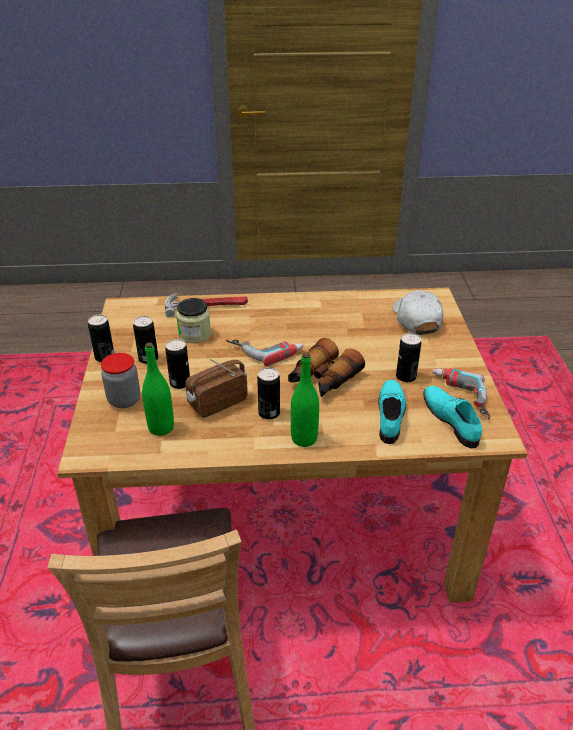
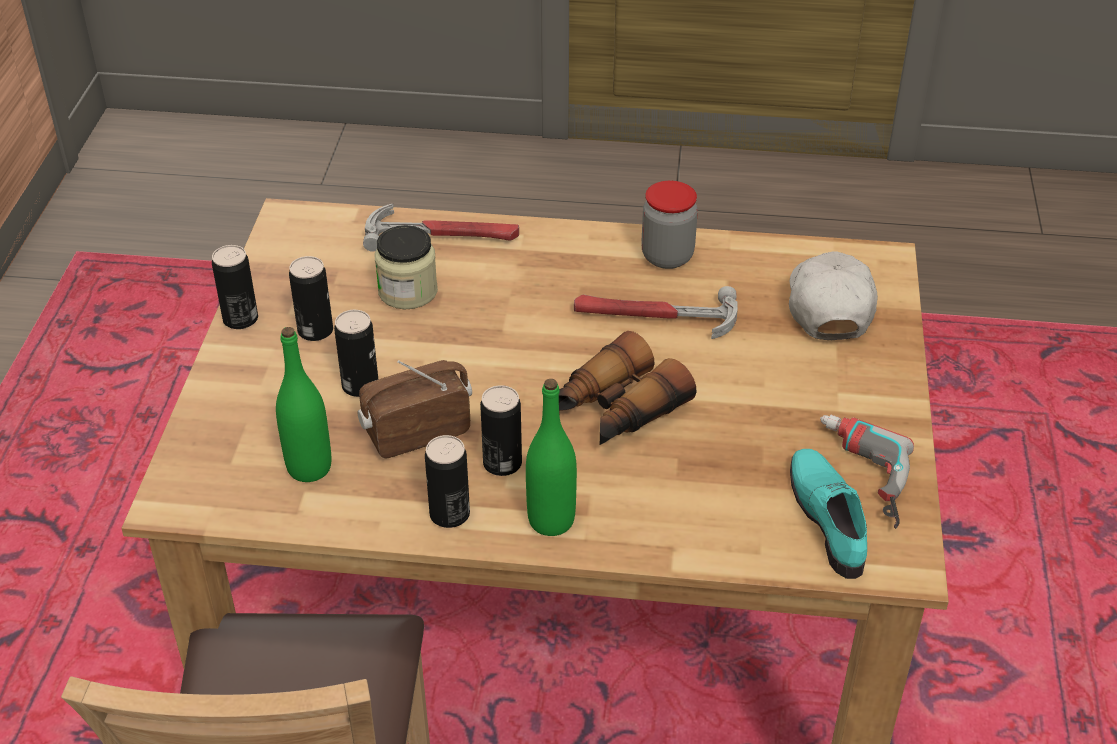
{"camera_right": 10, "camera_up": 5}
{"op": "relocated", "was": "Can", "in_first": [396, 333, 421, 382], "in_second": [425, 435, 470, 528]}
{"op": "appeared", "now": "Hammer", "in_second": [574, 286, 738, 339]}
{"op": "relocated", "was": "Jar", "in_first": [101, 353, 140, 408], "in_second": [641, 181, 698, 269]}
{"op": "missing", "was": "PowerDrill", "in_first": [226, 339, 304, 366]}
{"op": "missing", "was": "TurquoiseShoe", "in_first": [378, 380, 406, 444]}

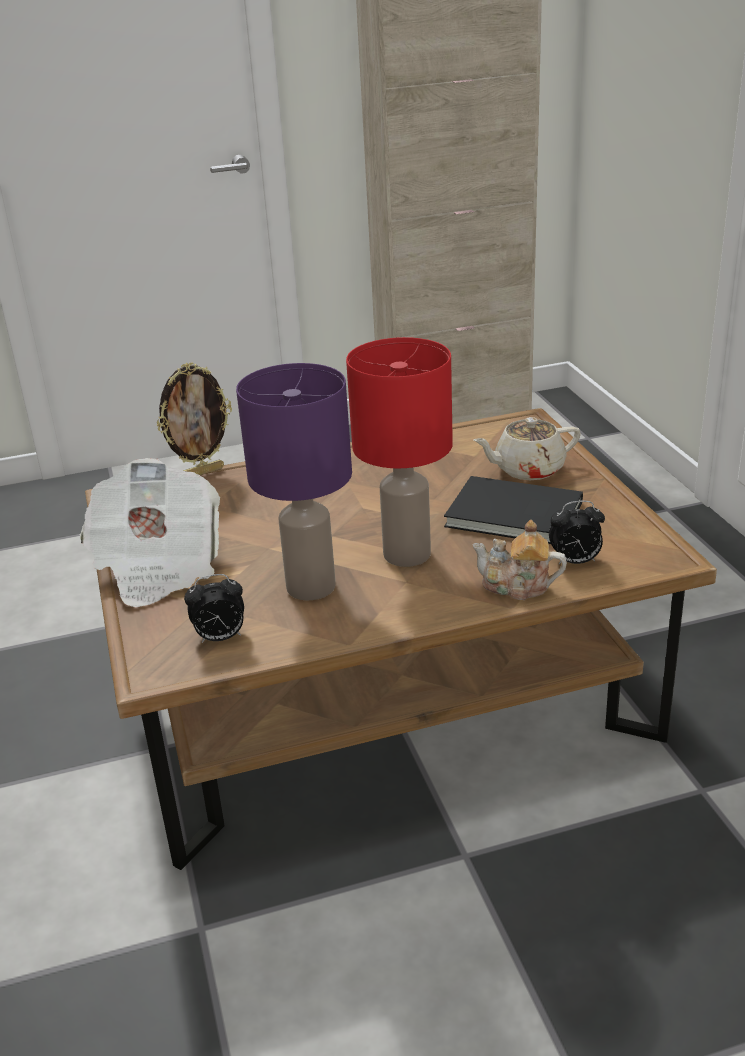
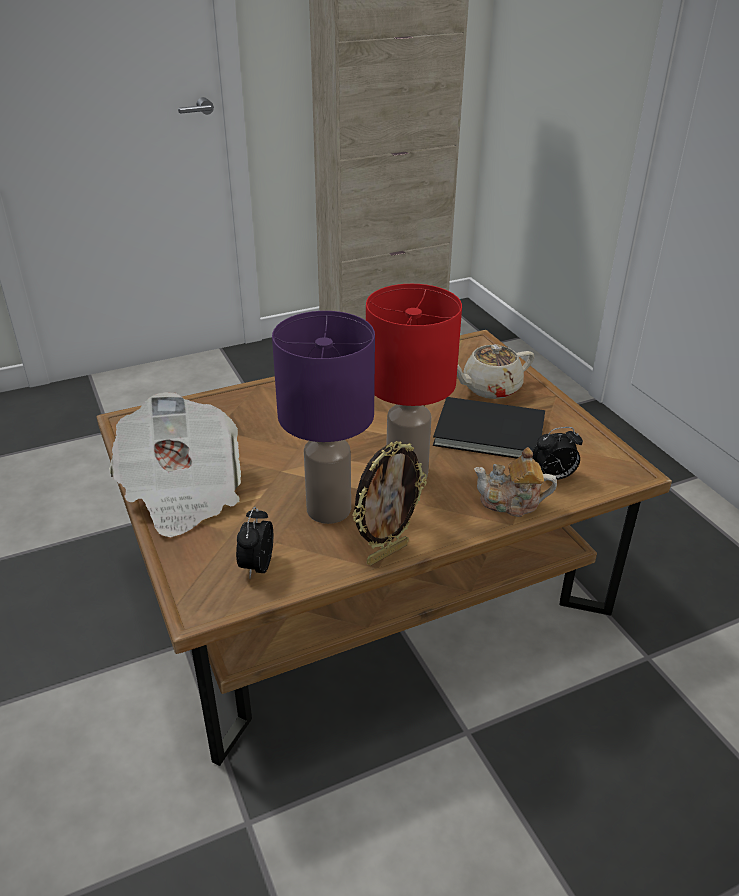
{"camera_right": -10, "camera_up": 5}
{"op": "spun", "was": "AlarmClock", "in_first": [184, 574, 244, 643], "in_second": [236, 507, 273, 578], "clockwise": 120}
{"op": "relocated", "was": "PictureFrame", "in_first": [157, 362, 232, 475], "in_second": [352, 441, 427, 565]}

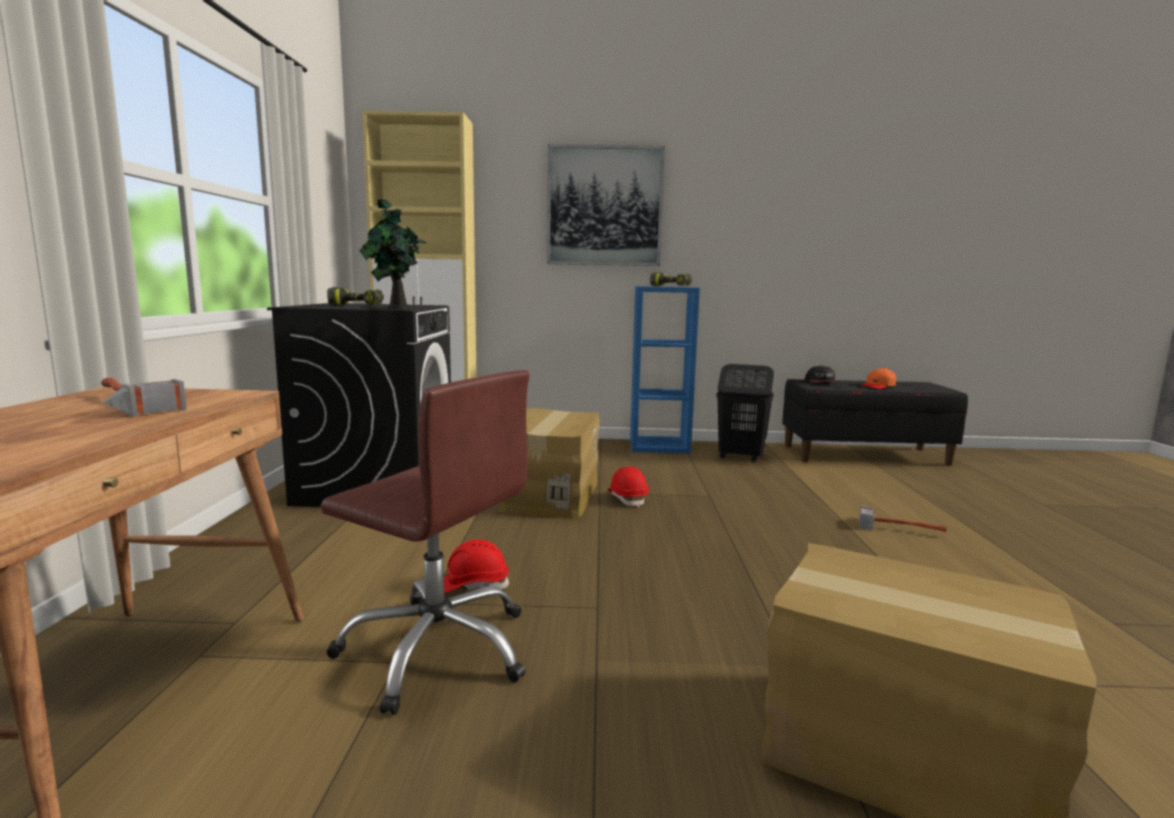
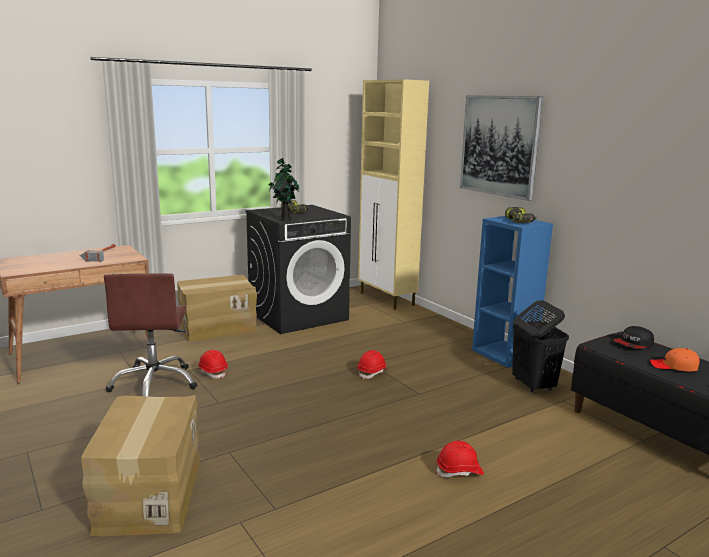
{"camera_right": 55, "camera_up": 5}
{"op": "relocated", "was": "CardboardBox", "in_first": [498, 408, 600, 519], "in_second": [177, 275, 257, 342]}
{"op": "exchanged", "was": "Hammer", "now": "RedHardHat", "in_first": [859, 506, 947, 532], "in_second": [436, 441, 484, 477]}

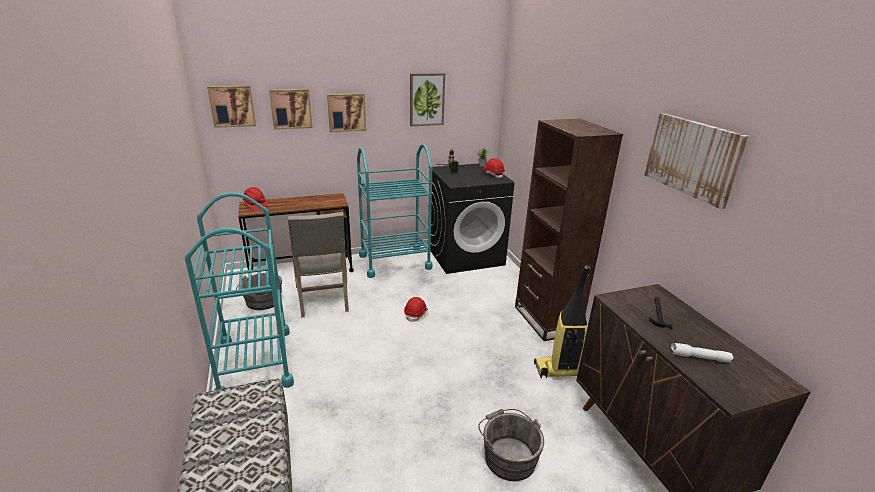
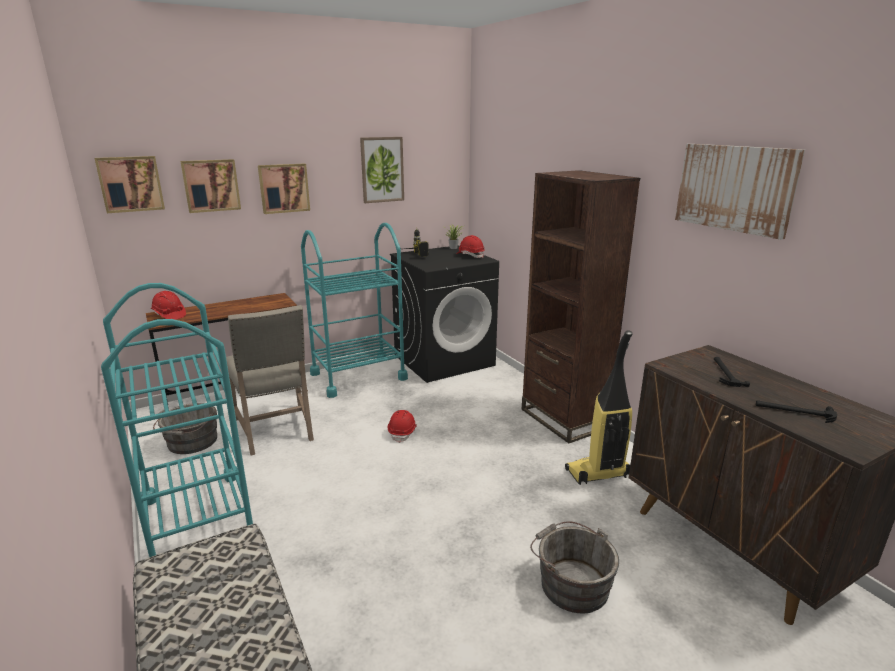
{"camera_right": -10, "camera_up": -5}
{"op": "exchanged", "was": "WhiteFlashlight", "now": "Hammer", "in_first": [671, 343, 733, 363], "in_second": [756, 400, 837, 423]}

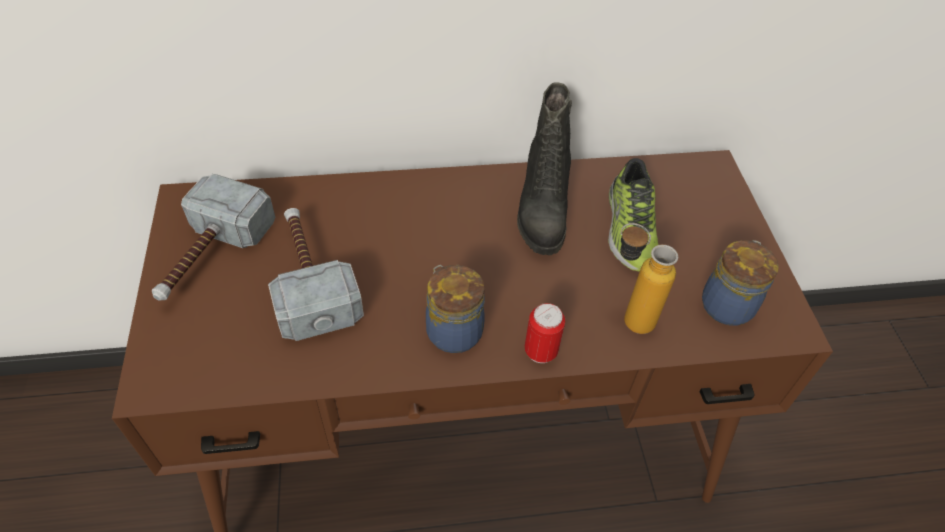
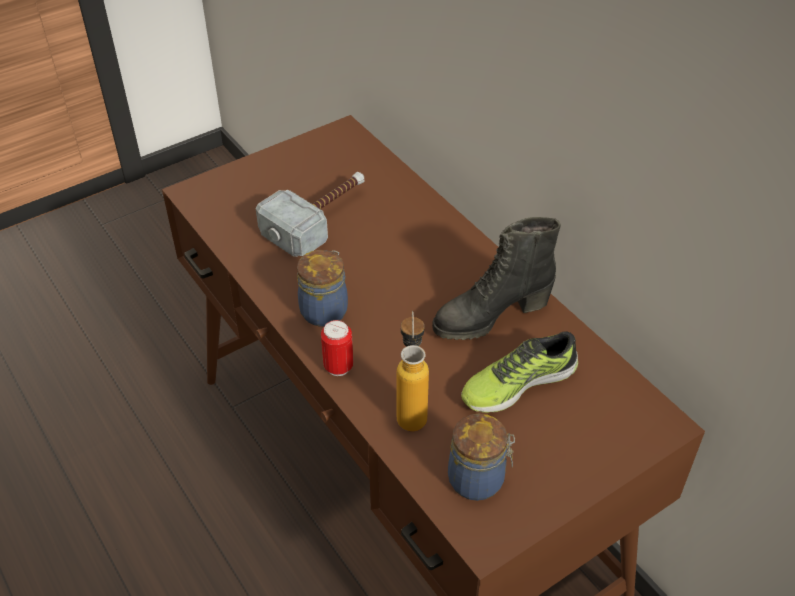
{"camera_right": 65, "camera_up": -5}
{"op": "missing", "was": "Hammer", "in_first": [152, 174, 275, 300]}

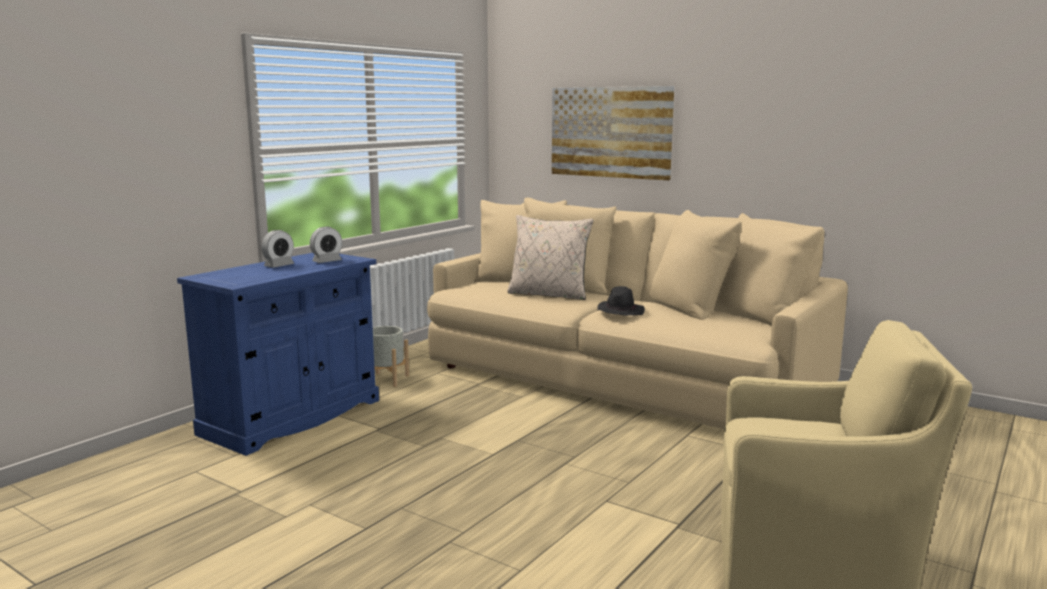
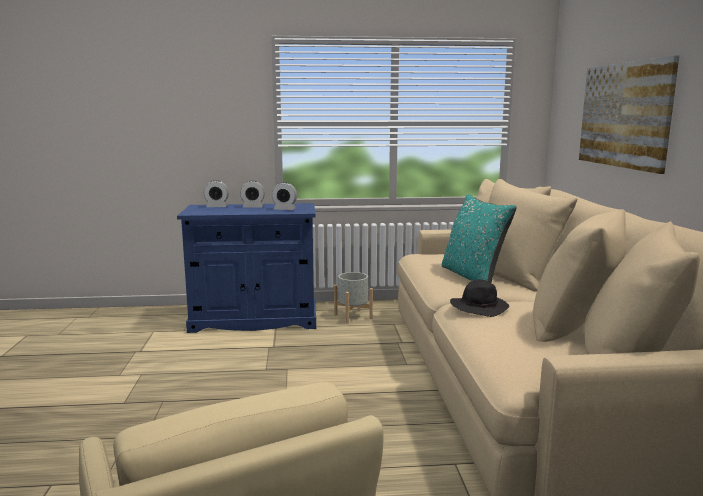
{"camera_right": 50, "camera_up": 0}
{"op": "appeared", "now": "AlarmClock", "in_second": [204, 180, 229, 207]}
{"op": "colour", "was": "BeigePillow", "now": "TurquoisePillow", "in_first": [508, 215, 594, 300], "in_second": [442, 194, 517, 283]}

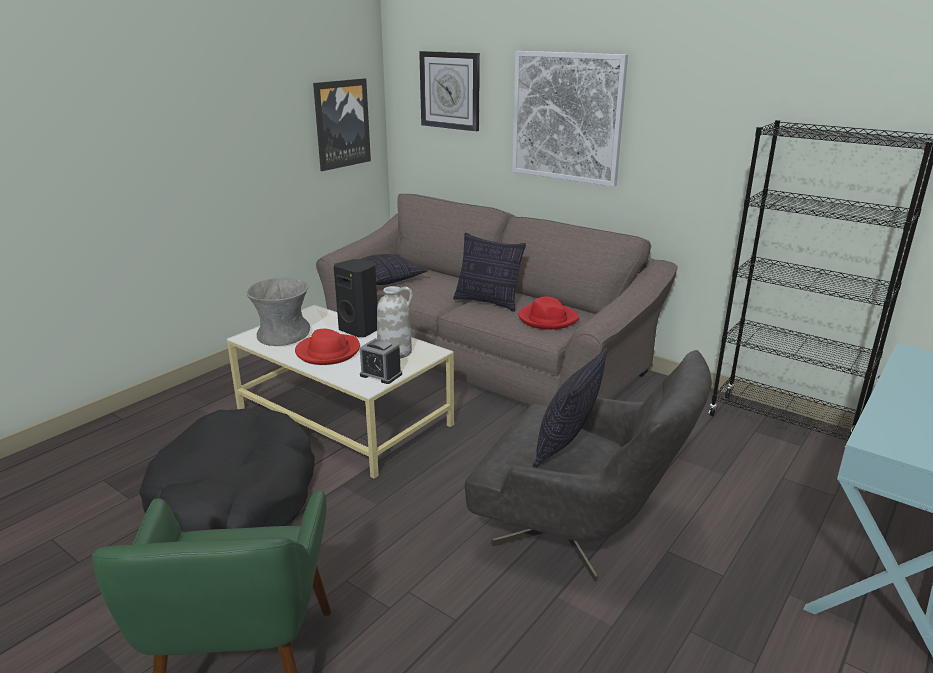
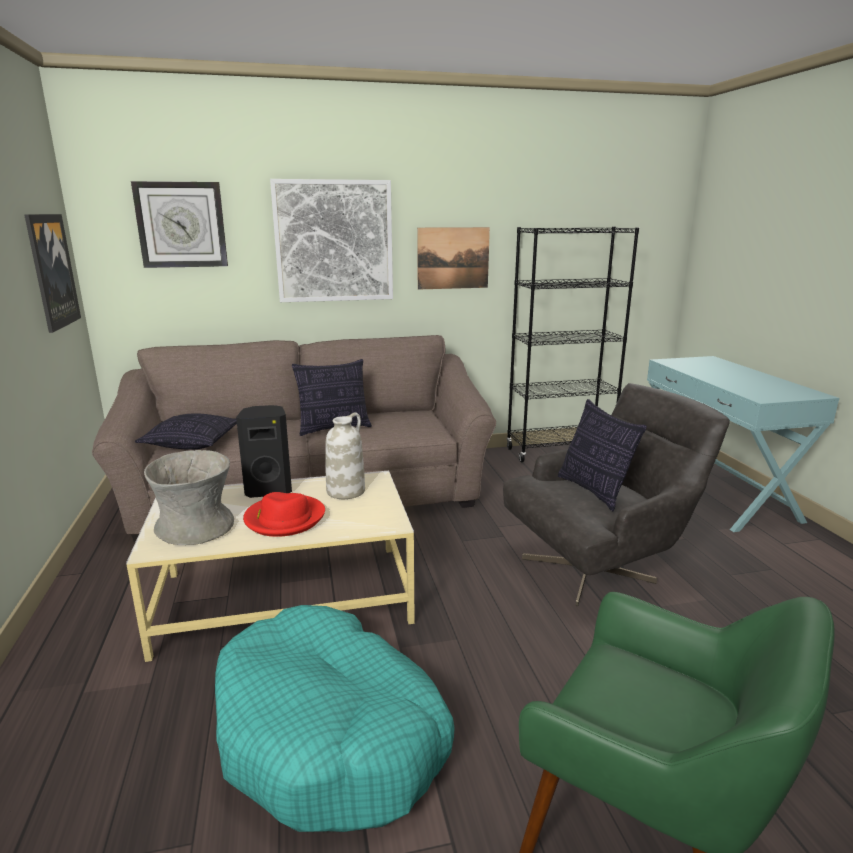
{"camera_right": -50, "camera_up": -5}
{"op": "colour", "was": "BlackDogBed", "now": "TurquoiseDogBed", "in_first": [139, 409, 315, 532], "in_second": [215, 605, 455, 832]}
{"op": "appeared", "now": "Picture", "in_second": [417, 227, 490, 290]}
{"op": "missing", "was": "AlarmClock", "in_first": [360, 338, 402, 384]}
{"op": "missing", "was": "RedHat", "in_first": [518, 297, 579, 330]}

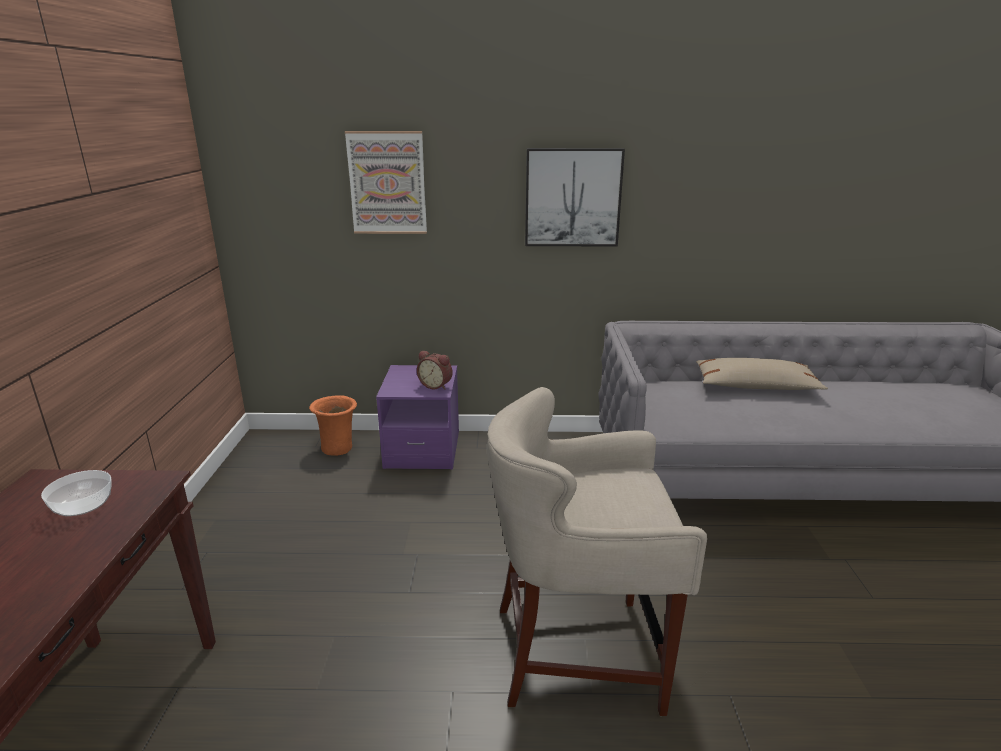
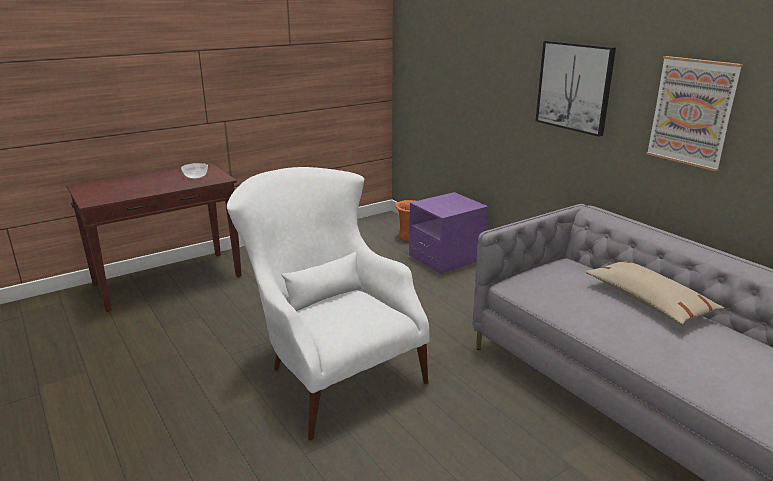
{"camera_right": 55, "camera_up": 0}
{"op": "exchanged", "was": "BeigeStool", "now": "WhiteArmchair", "in_first": [487, 387, 707, 716], "in_second": [227, 167, 430, 440]}
{"op": "relocated", "was": "Picture", "in_first": [345, 131, 427, 234], "in_second": [646, 56, 743, 171]}
{"op": "missing", "was": "AlarmClock", "in_first": [417, 350, 453, 390]}

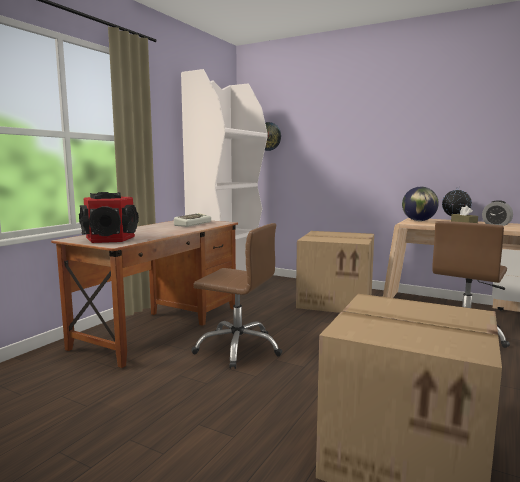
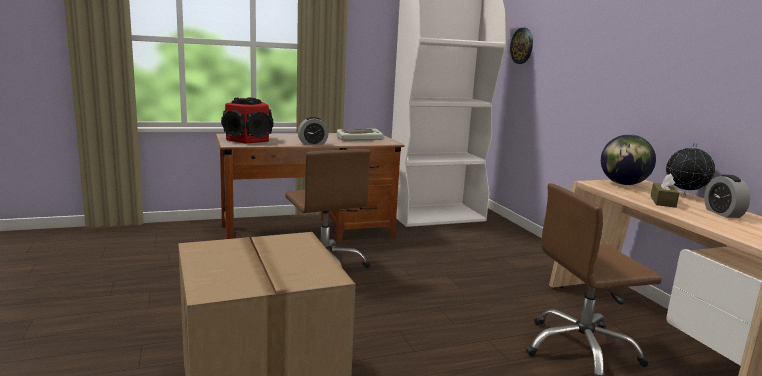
{"camera_right": 40, "camera_up": 5}
{"op": "appeared", "now": "AlarmClock", "in_second": [298, 117, 329, 145]}
{"op": "missing", "was": "CardboardBox", "in_first": [296, 231, 374, 313]}

